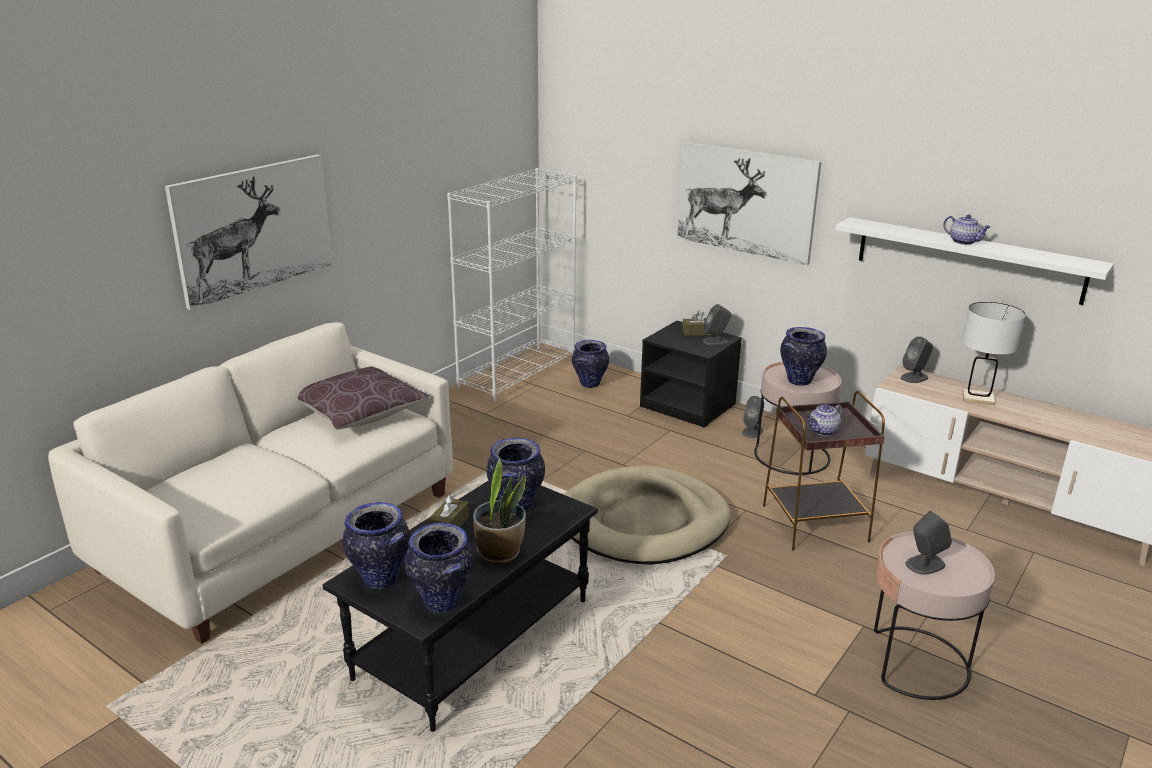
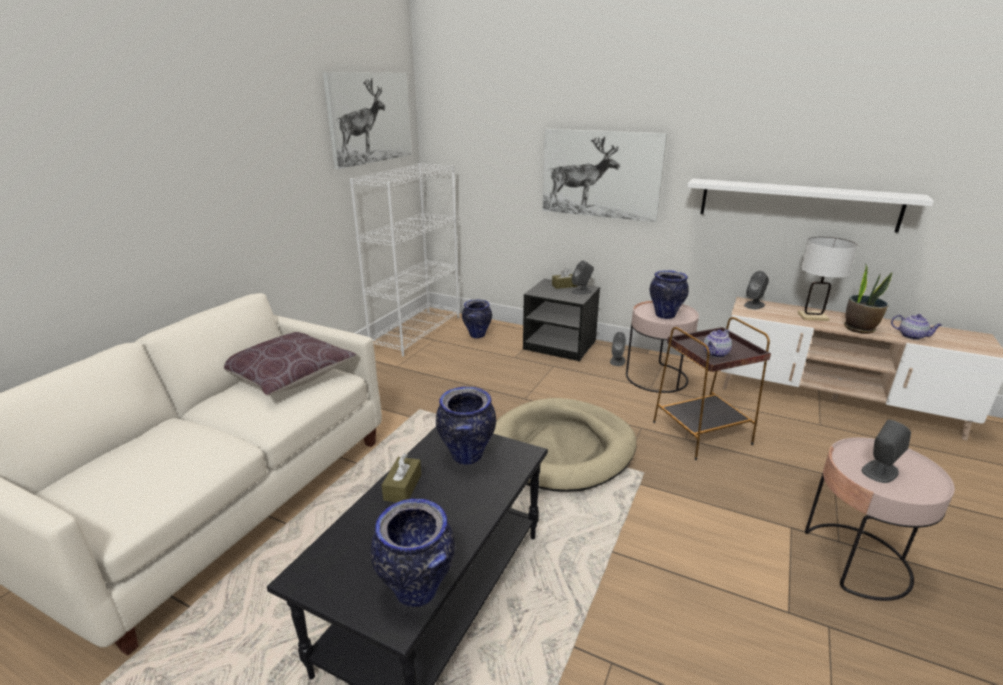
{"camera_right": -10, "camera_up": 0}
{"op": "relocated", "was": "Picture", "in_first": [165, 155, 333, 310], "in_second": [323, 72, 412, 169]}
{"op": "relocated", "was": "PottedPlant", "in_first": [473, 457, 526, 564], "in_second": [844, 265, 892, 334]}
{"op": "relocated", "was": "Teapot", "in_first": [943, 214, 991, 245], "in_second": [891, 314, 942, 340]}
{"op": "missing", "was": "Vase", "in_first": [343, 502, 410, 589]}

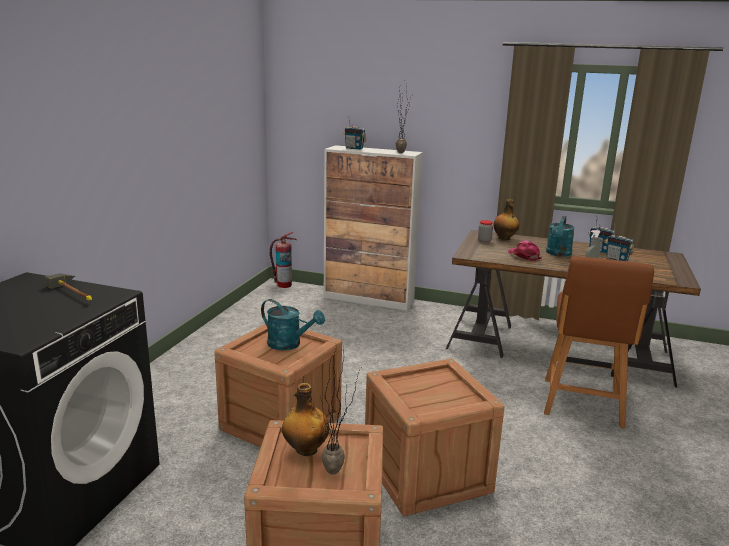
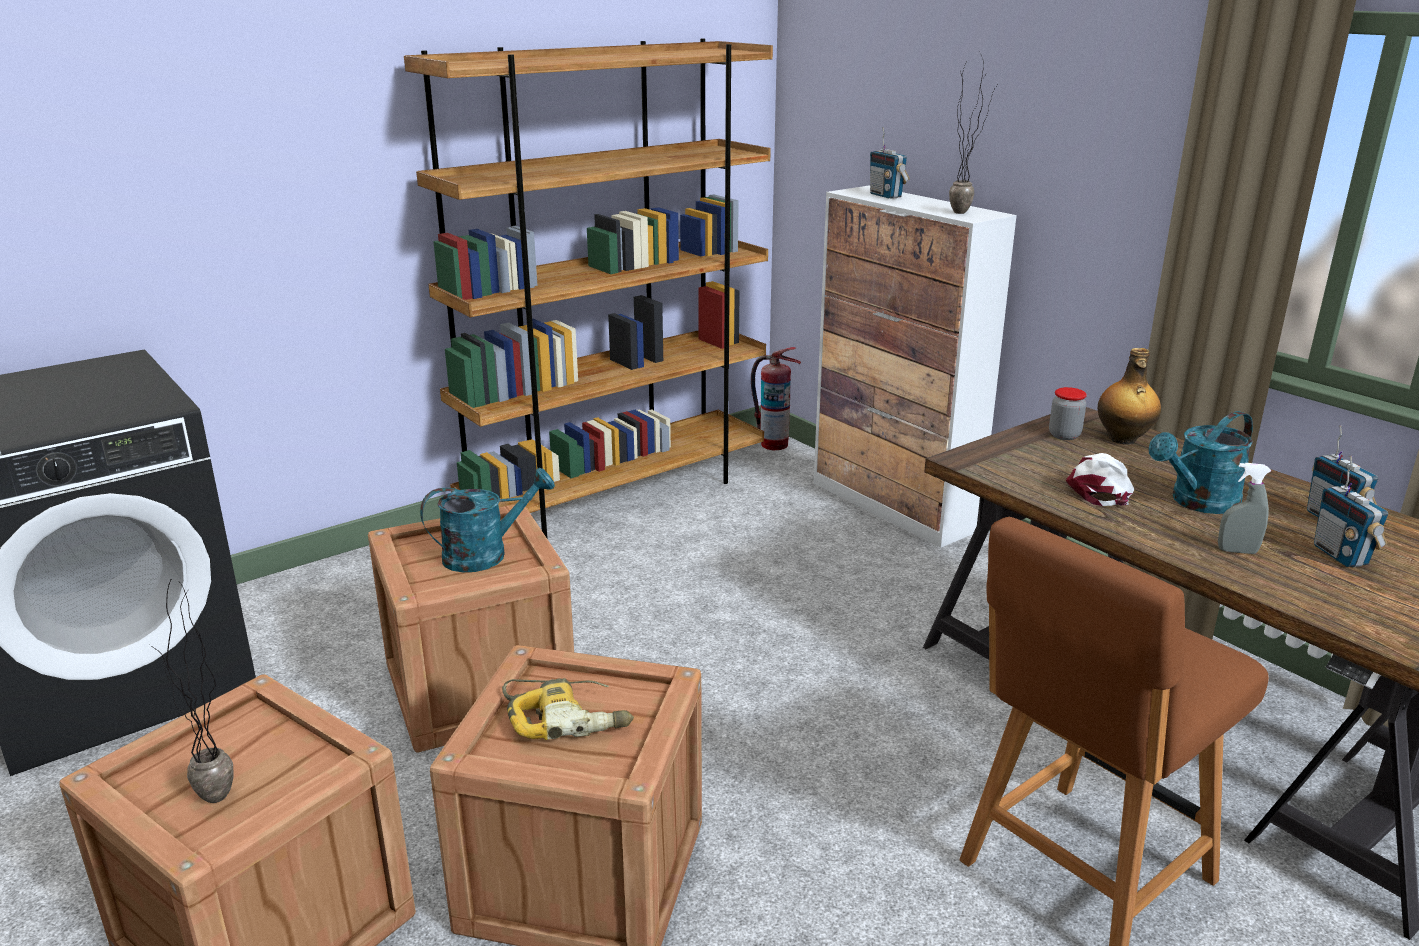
{"camera_right": 35, "camera_up": 5}
{"op": "appeared", "now": "BrownBookcase", "in_second": [404, 39, 773, 539]}
{"op": "spun", "was": "TurquoiseWateringCan", "in_first": [261, 299, 325, 350], "in_second": [420, 468, 555, 572], "clockwise": -90}
{"op": "appeared", "now": "PowerDrill", "in_second": [502, 678, 634, 740]}
{"op": "colour", "was": "PinkCap", "now": "WhiteCap", "in_first": [508, 241, 542, 261], "in_second": [1066, 453, 1134, 506]}
{"op": "missing", "was": "Hammer", "in_first": [45, 273, 92, 300]}
{"op": "missing", "was": "Bottle", "in_first": [282, 383, 329, 456]}

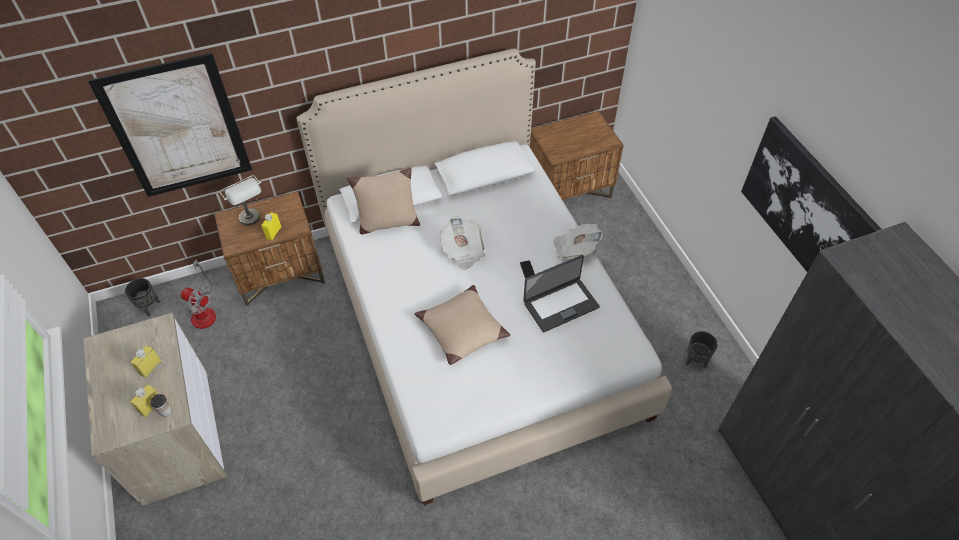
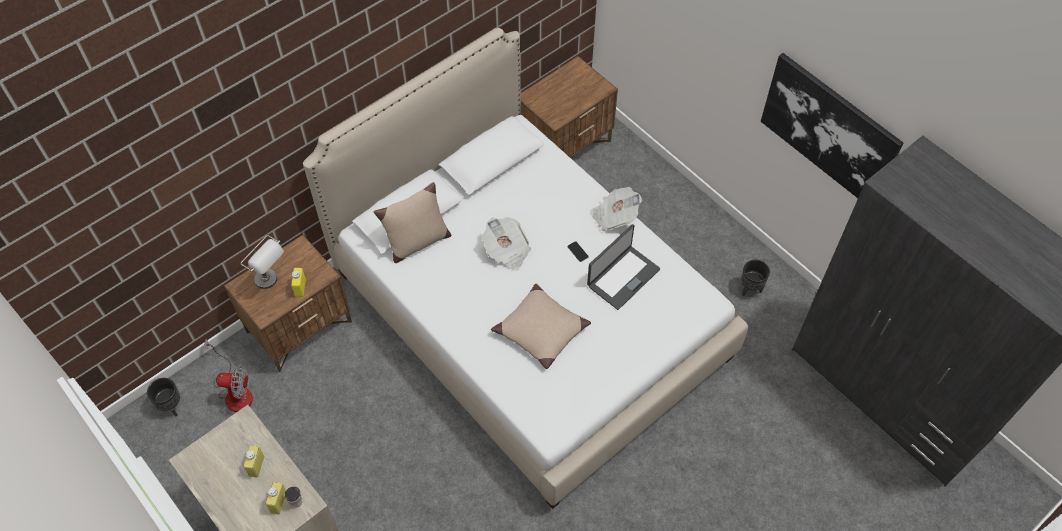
{"camera_right": -20, "camera_up": 5}
{"op": "missing", "was": "Picture", "in_first": [88, 53, 252, 197]}

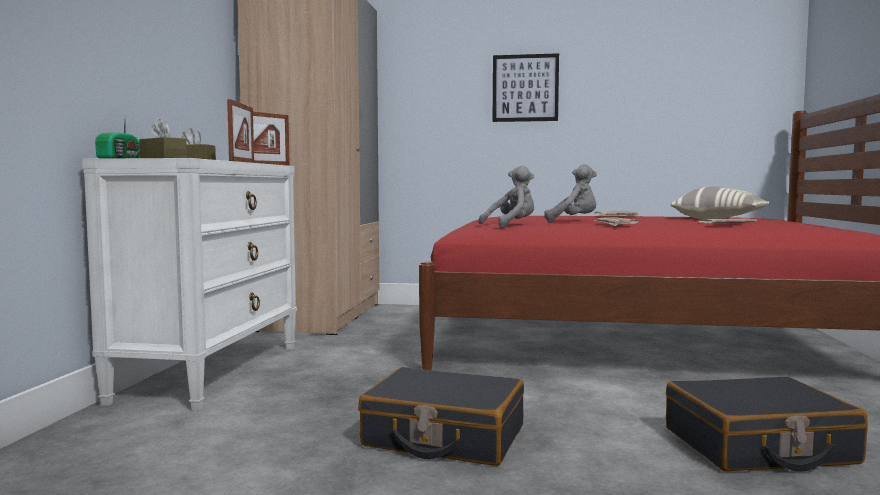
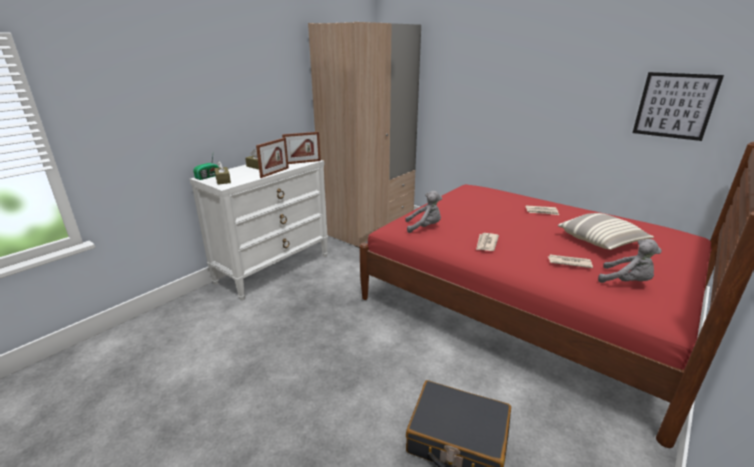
{"camera_right": 30, "camera_up": 20}
{"op": "relocated", "was": "GreyPlushToy", "in_first": [544, 164, 597, 223], "in_second": [598, 239, 662, 283]}
{"op": "relocated", "was": "Picture", "in_first": [493, 53, 559, 122], "in_second": [633, 72, 724, 141]}
{"op": "missing", "was": "BlackSuitcase", "in_first": [358, 367, 524, 466]}

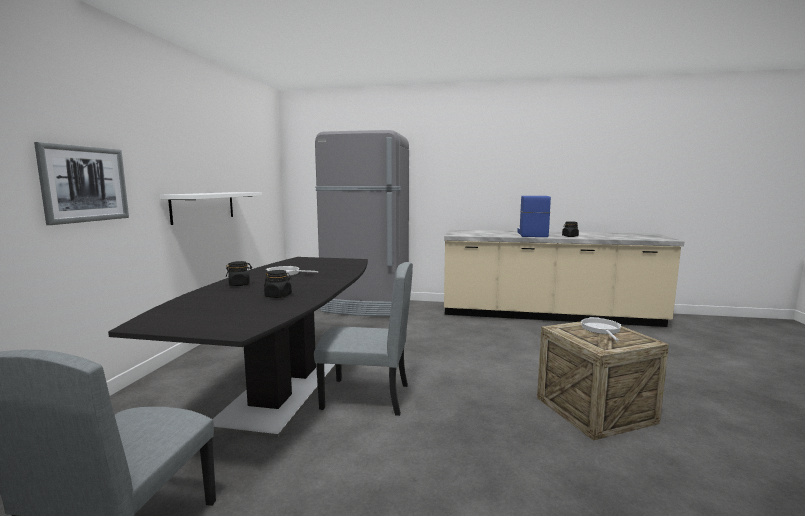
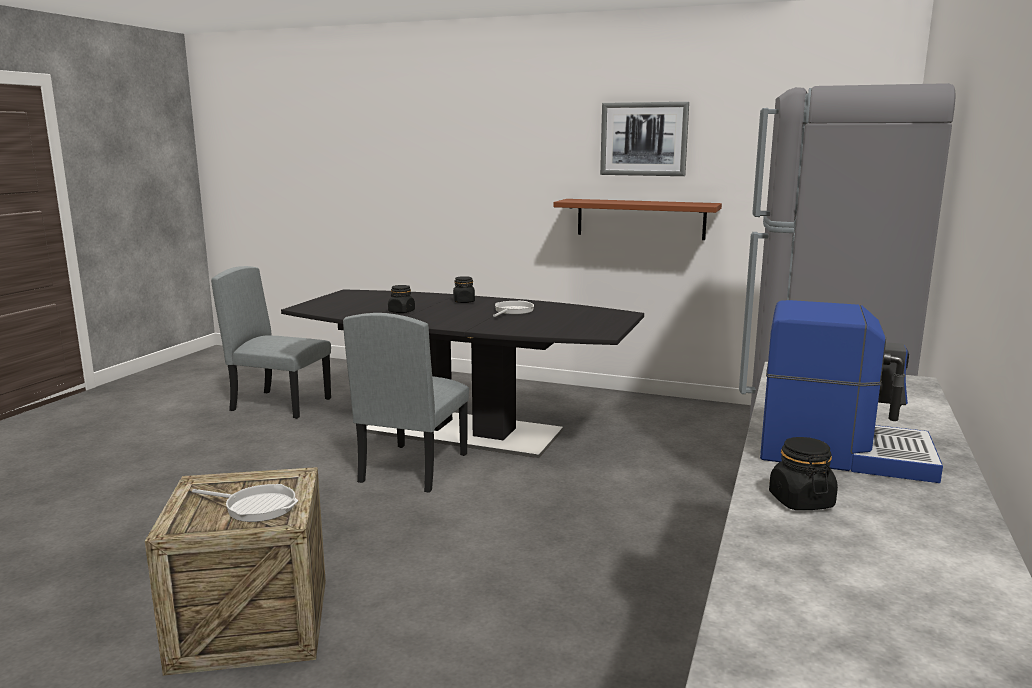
{"camera_right": 100, "camera_up": 5}
{"op": "colour", "was": "WhiteShelf", "now": "BrownShelf", "in_first": [160, 192, 262, 225], "in_second": [553, 199, 722, 240]}
{"op": "relocated", "was": "Picture", "in_first": [34, 142, 129, 225], "in_second": [600, 102, 689, 176]}

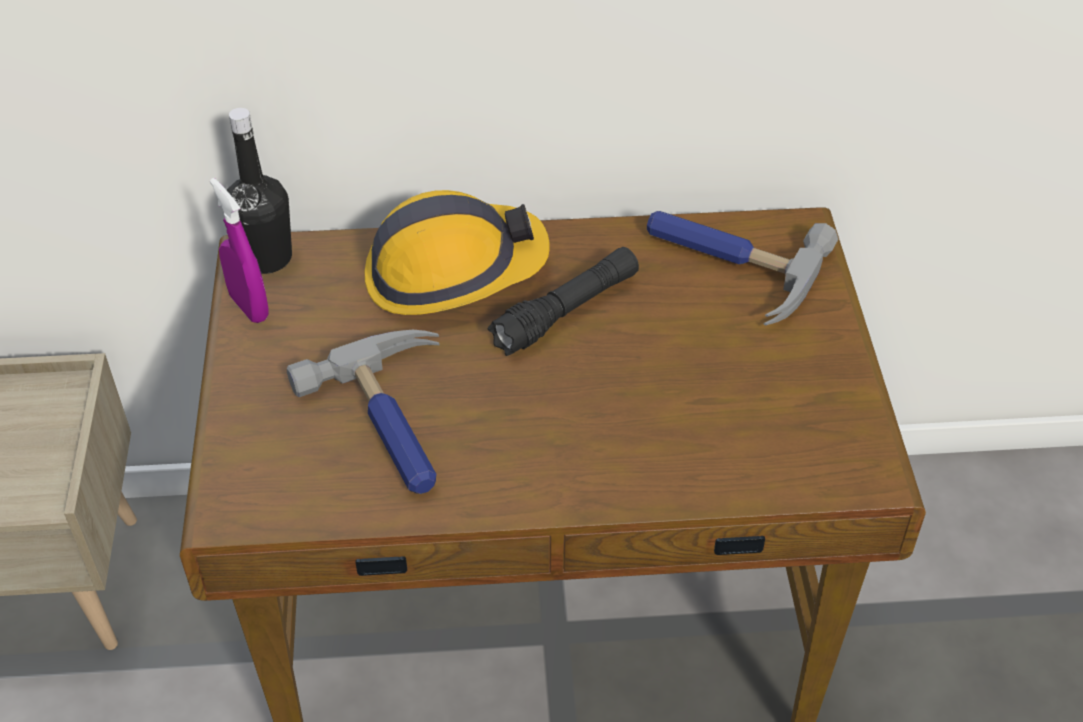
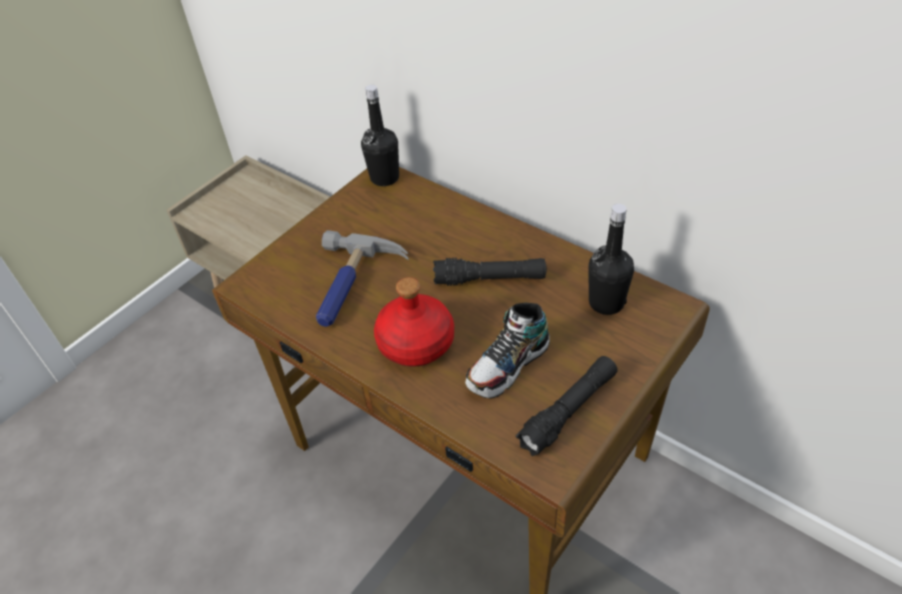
{"camera_right": 45, "camera_up": 0}
{"op": "appeared", "now": "RedBottle", "in_second": [374, 277, 454, 367]}
{"op": "appeared", "now": "Shoe", "in_second": [465, 303, 550, 399]}
{"op": "appeared", "now": "BlackFlashlight", "in_second": [515, 356, 618, 456]}
{"op": "exchanged", "was": "Hammer", "now": "BlackBottle", "in_first": [647, 211, 838, 325], "in_second": [588, 204, 634, 315]}
{"op": "missing", "was": "PurpleSprayBottle", "in_first": [210, 178, 269, 323]}
{"op": "missing", "was": "HardHat", "in_first": [365, 190, 550, 315]}

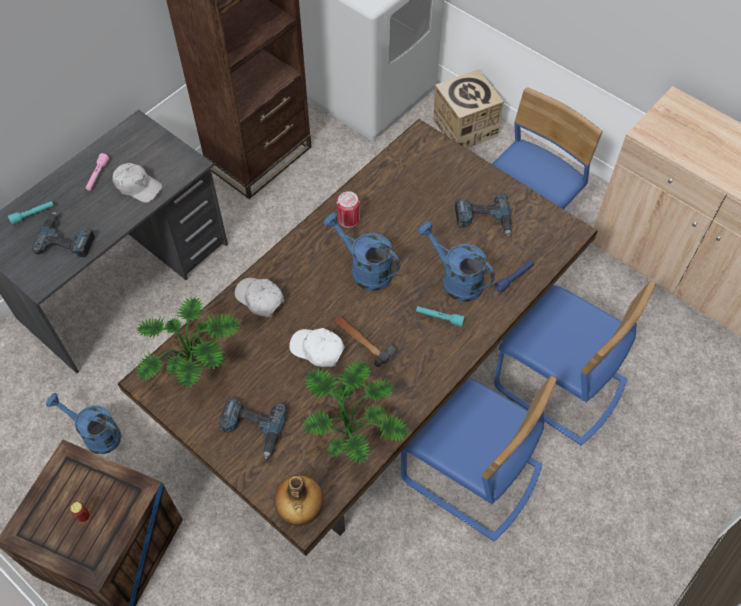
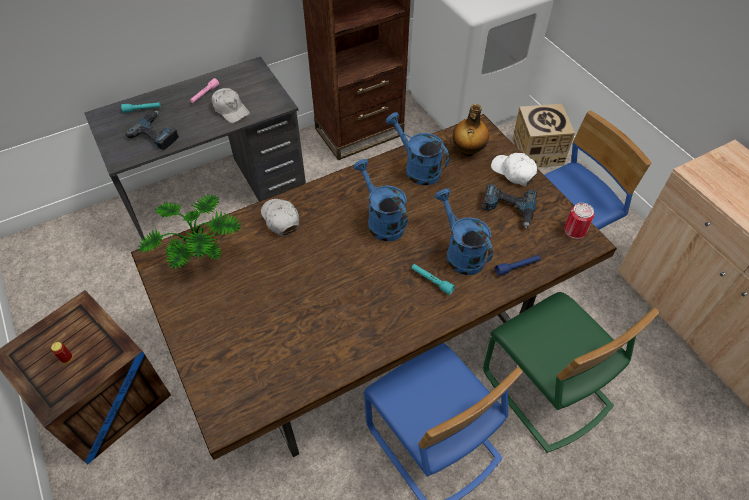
{"camera_right": 20, "camera_up": -5}
{"op": "relocated", "was": "BlueWateringCan", "in_first": [46, 393, 121, 454], "in_second": [386, 112, 449, 185]}
{"op": "relocated", "was": "Bottle", "in_first": [274, 475, 323, 526], "in_second": [453, 104, 489, 156]}
{"op": "colour", "was": "BlueChair", "now": "GreenChair", "in_first": [494, 281, 656, 445], "in_second": [483, 292, 660, 453]}
{"op": "relocated", "was": "WhiteCap", "in_first": [289, 328, 345, 367], "in_second": [491, 153, 537, 186]}
{"op": "relocated", "was": "Can", "in_first": [337, 191, 360, 228], "in_second": [565, 203, 595, 239]}
{"op": "missing", "was": "PowerDrill", "in_first": [218, 398, 287, 459]}
{"op": "missing", "was": "PottedPlant", "in_first": [303, 360, 409, 464]}
{"op": "missing", "was": "Hammer", "in_first": [334, 316, 397, 367]}

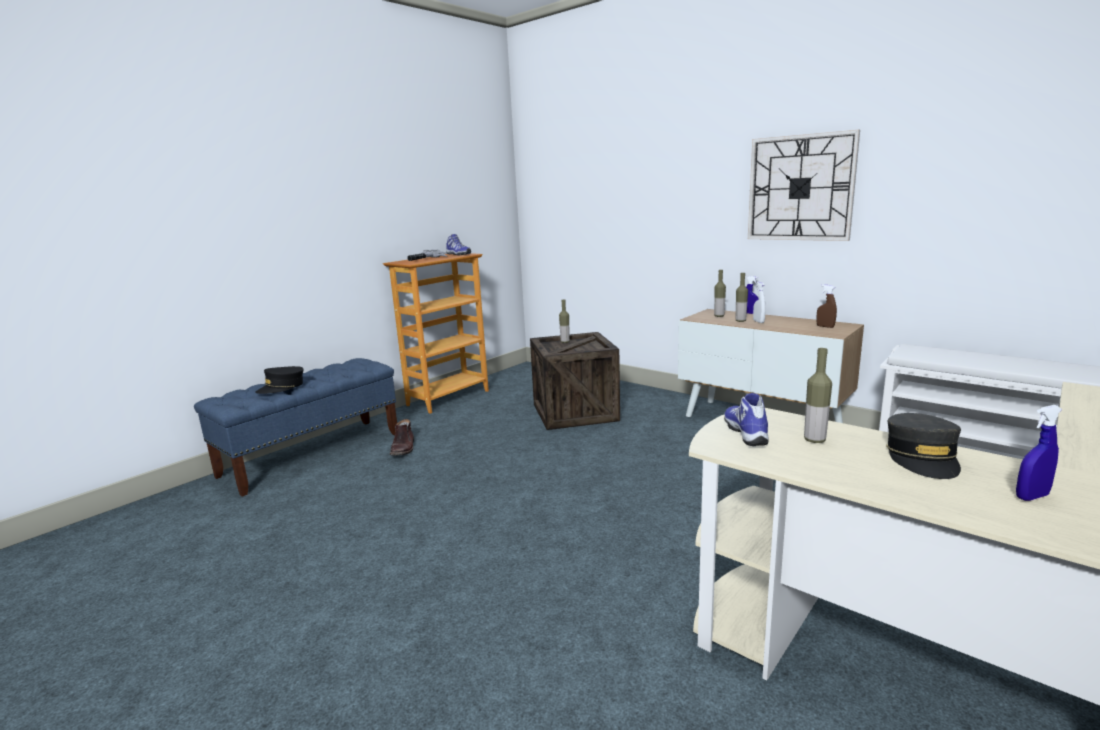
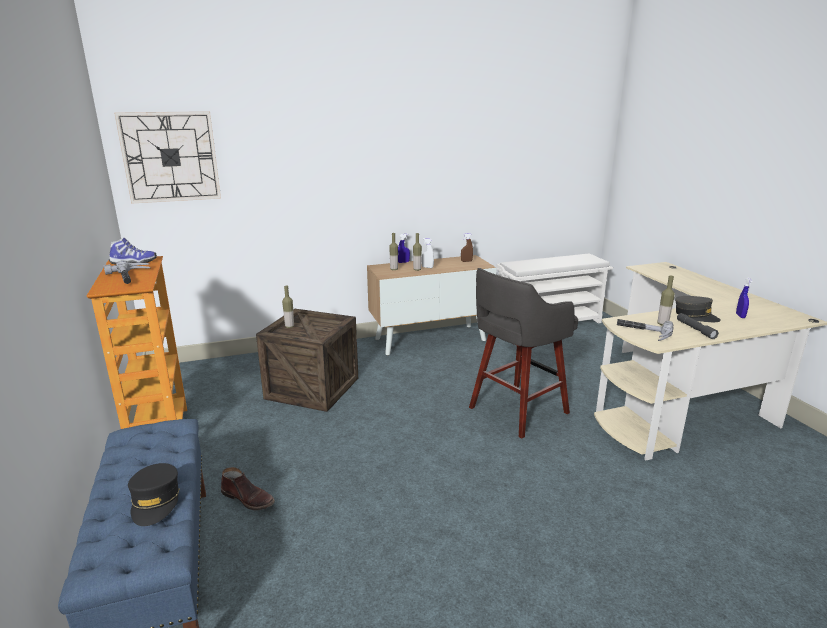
{"camera_right": -60, "camera_up": 5}
{"op": "relocated", "was": "WallClock", "in_first": [748, 130, 860, 241], "in_second": [114, 111, 221, 204]}
{"op": "appeared", "now": "GreyStool", "in_second": [469, 268, 578, 438]}
{"op": "exchanged", "was": "Shoe", "now": "Hammer", "in_first": [724, 393, 768, 446], "in_second": [617, 319, 674, 341]}
{"op": "appeared", "now": "GreyFlashlight", "in_second": [677, 313, 719, 339]}

